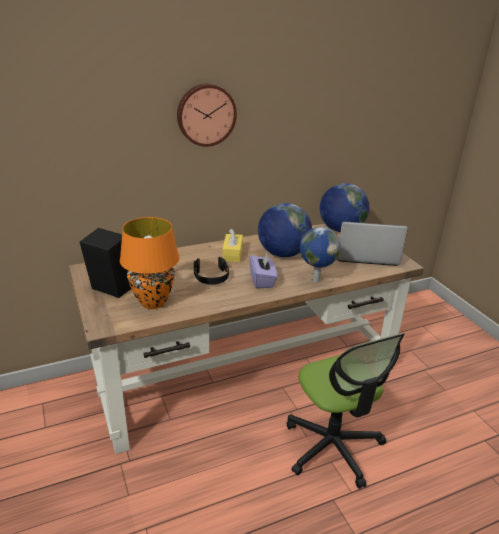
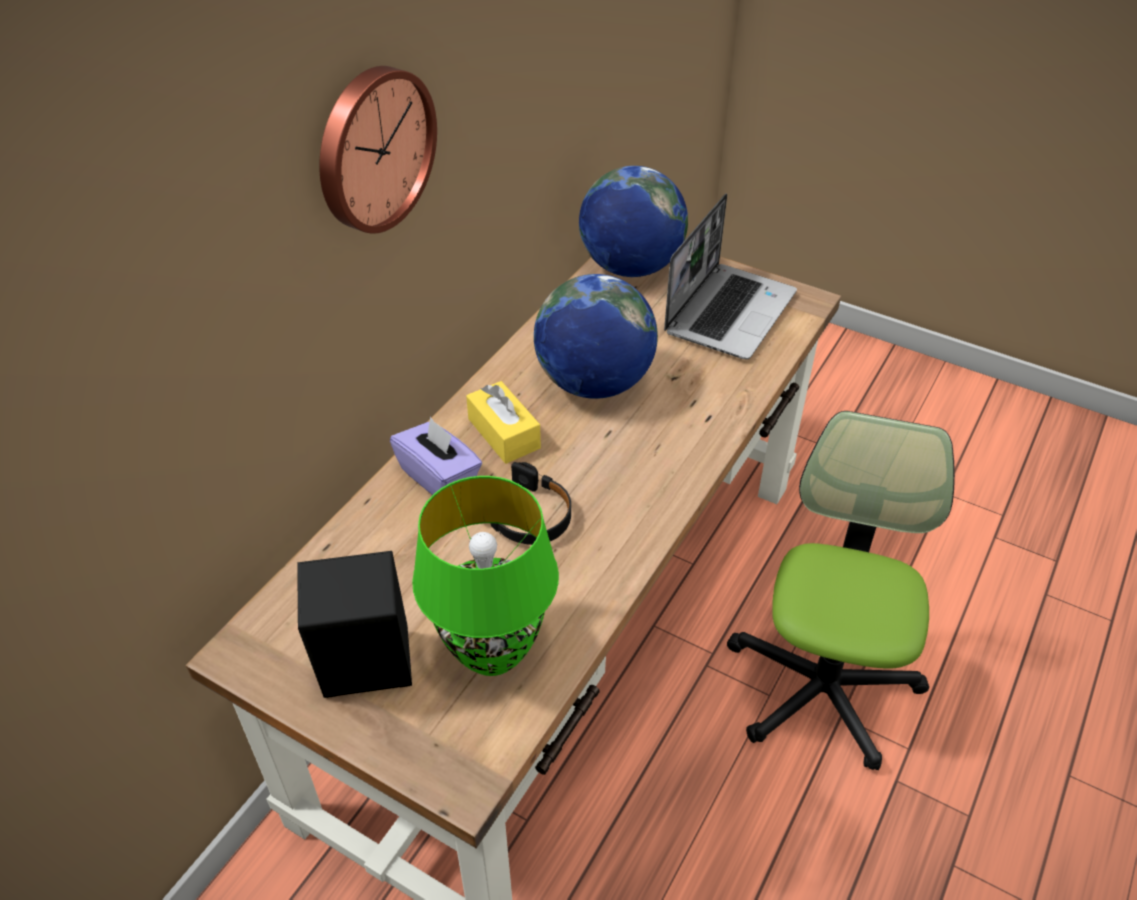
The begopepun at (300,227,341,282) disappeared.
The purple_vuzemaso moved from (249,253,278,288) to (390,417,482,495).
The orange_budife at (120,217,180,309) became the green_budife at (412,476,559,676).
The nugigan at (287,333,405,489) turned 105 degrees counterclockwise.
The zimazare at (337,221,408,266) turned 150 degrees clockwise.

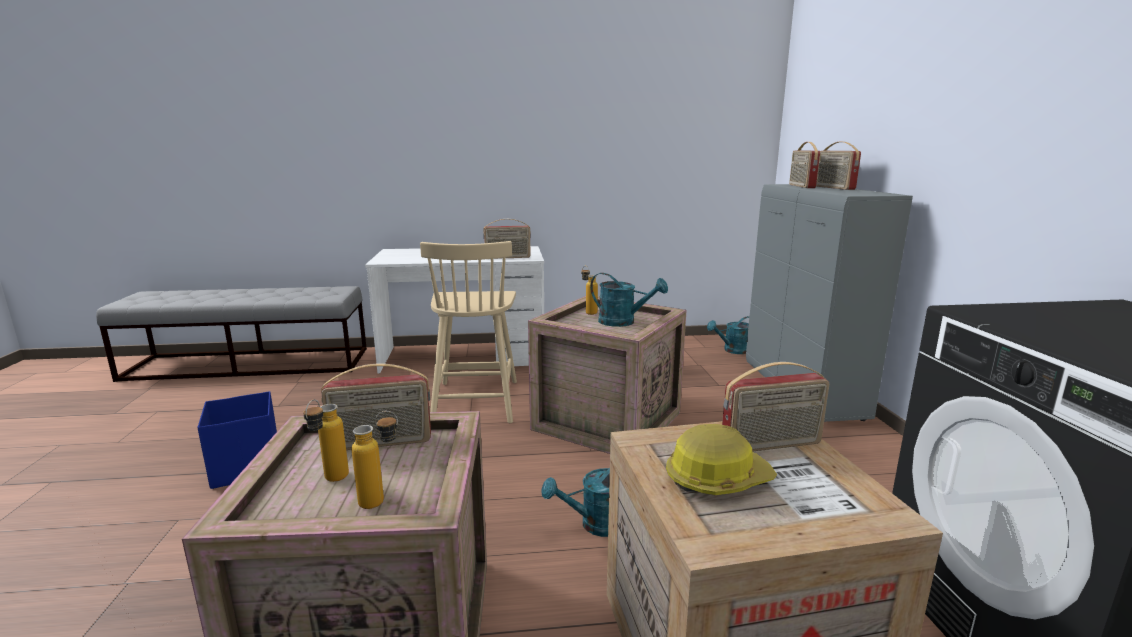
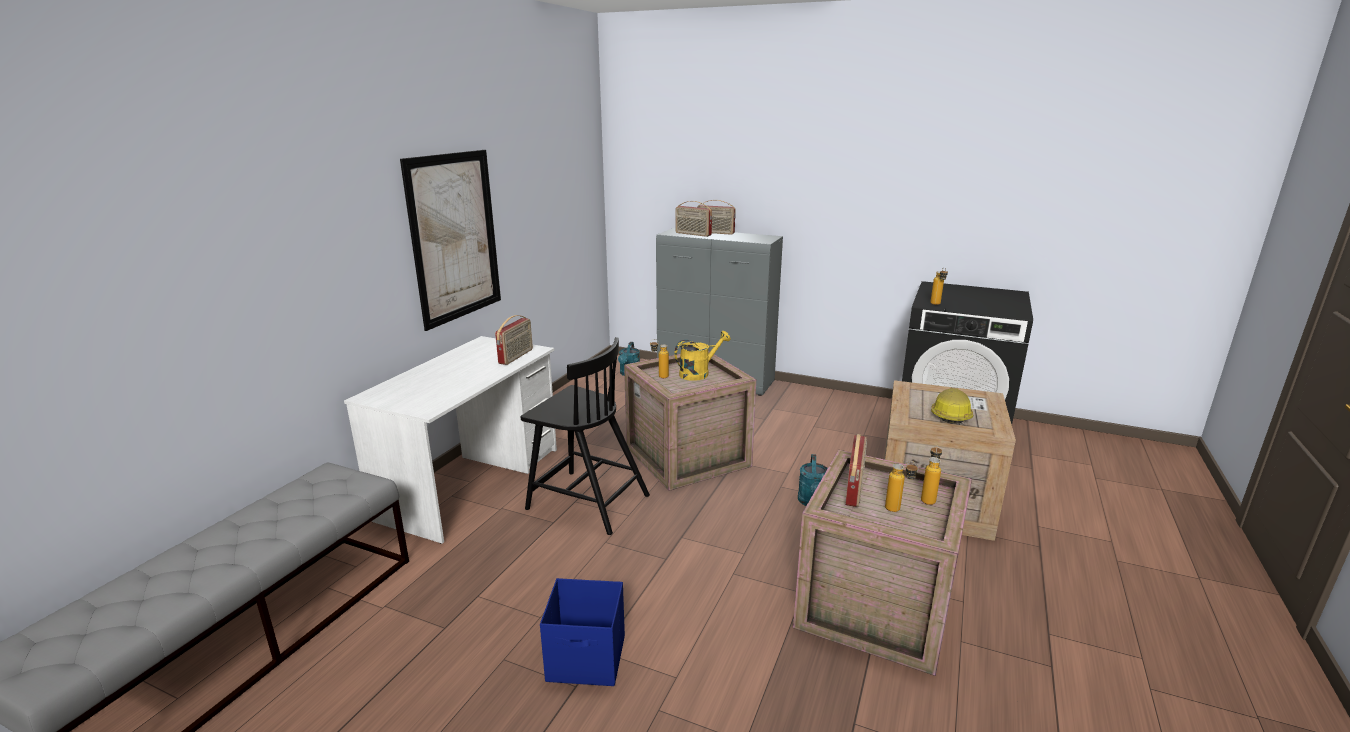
The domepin at (722,362,829,452) disappeared.
The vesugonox at (400,150,501,331) appeared.
The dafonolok at (930,267,948,305) appeared.
The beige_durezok at (420,241,517,423) became the black_durezok at (521,337,650,535).
The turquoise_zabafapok at (590,273,668,327) became the yellow_zabafapok at (674,331,731,381).

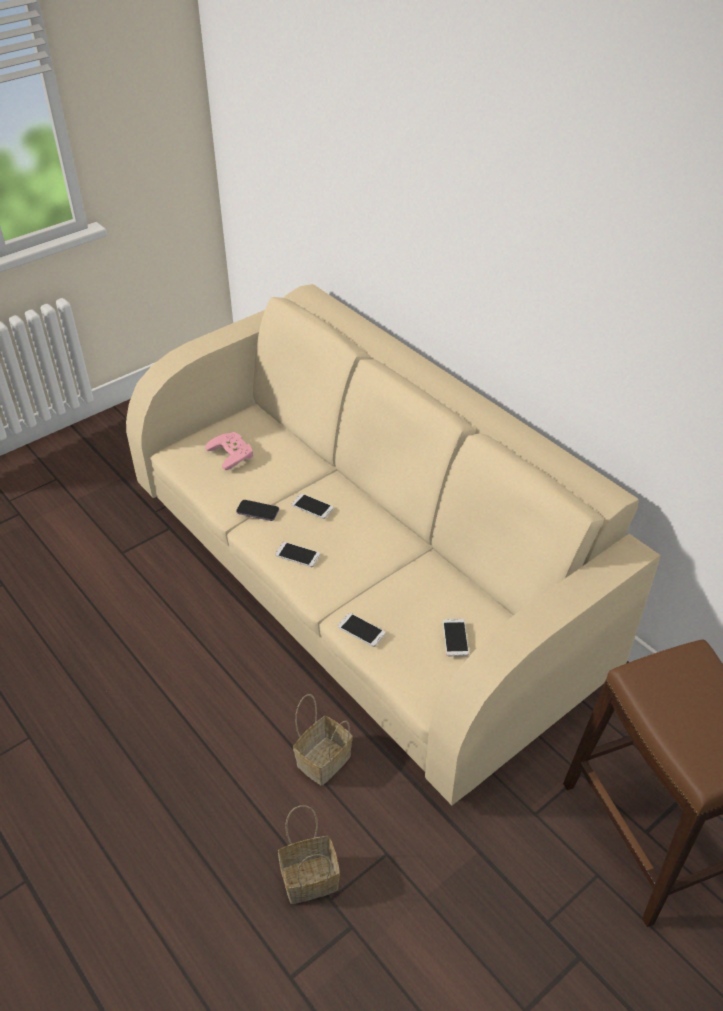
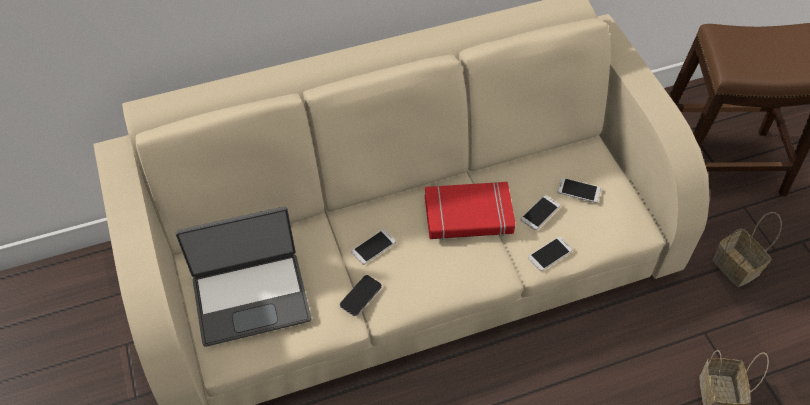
The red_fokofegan at (425,182,516,240) appeared.
The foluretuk moved from (275,542,321,567) to (520,195,560,230).
The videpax moved from (293,694,353,786) to (713,212,782,287).
The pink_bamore at (205,432,253,470) was replaced by the zimazare at (176,207,311,347).

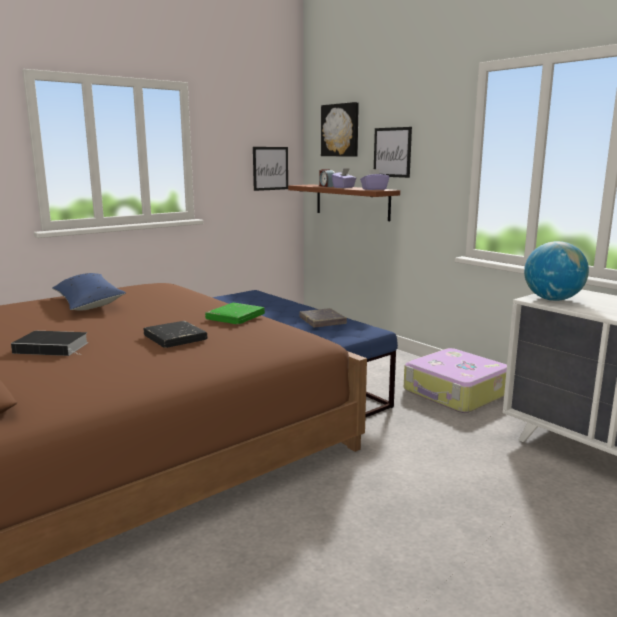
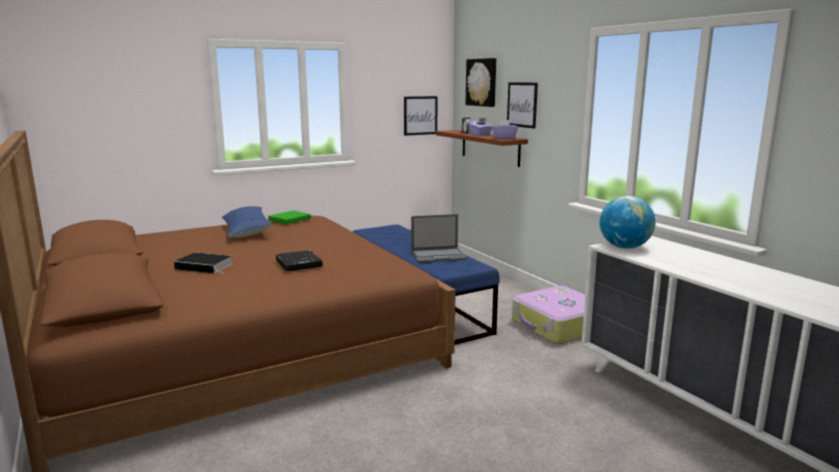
The green_fokofegan moved from (205,303,265,324) to (268,210,311,224).
The grey_fokofegan at (299,308,347,327) was replaced by the zimazare at (411,214,467,263).

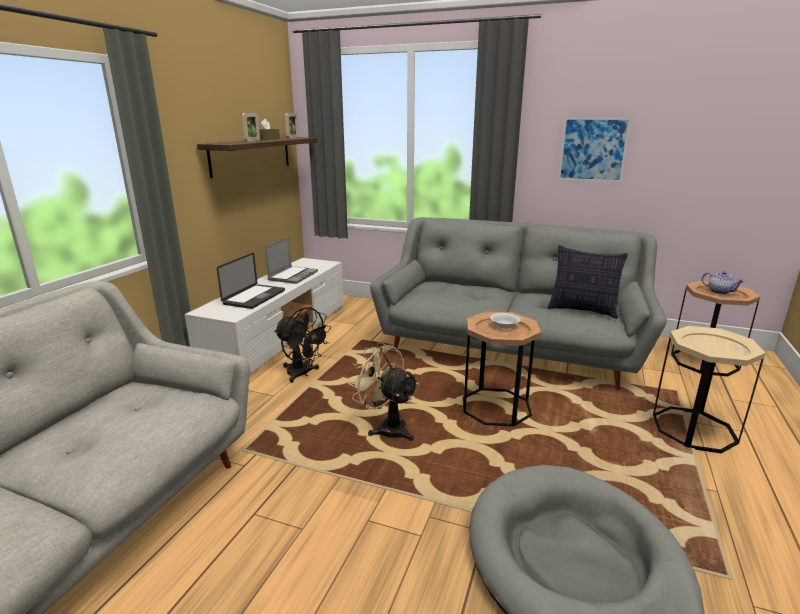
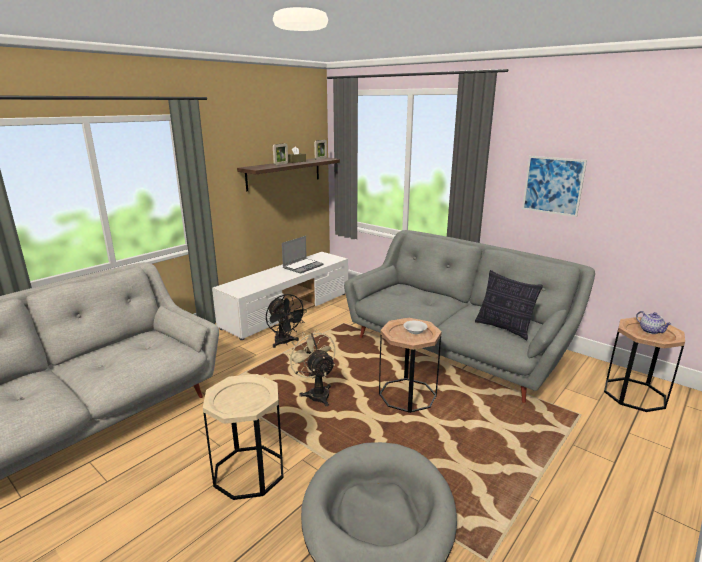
The zimazare at (217,253,285,309) disappeared.
The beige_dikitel moved from (653,326,765,453) to (203,374,284,500).

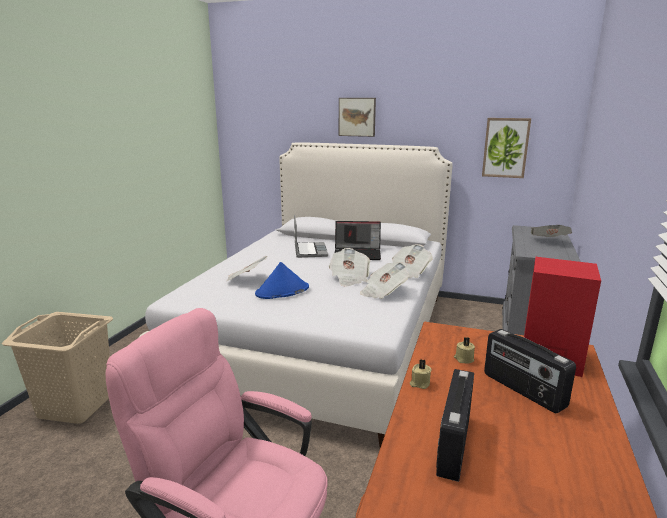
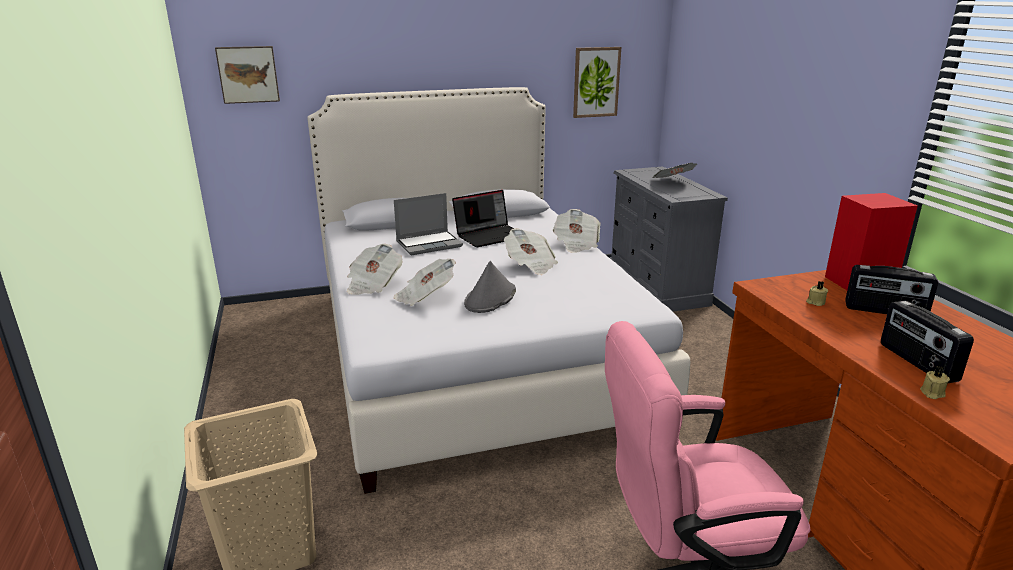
The vesugonox moved from (339,98,376,137) to (215,46,280,104).
The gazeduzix moved from (360,262,409,299) to (347,244,402,295).
The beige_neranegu moved from (409,359,432,389) to (920,366,950,399).
The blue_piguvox at (255,262,309,299) became the grey_piguvox at (464,261,516,313).
The zimazare at (294,215,328,258) turned 105 degrees clockwise.

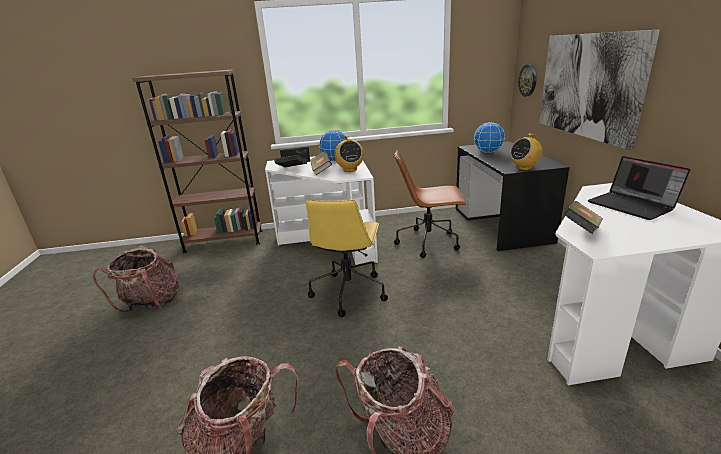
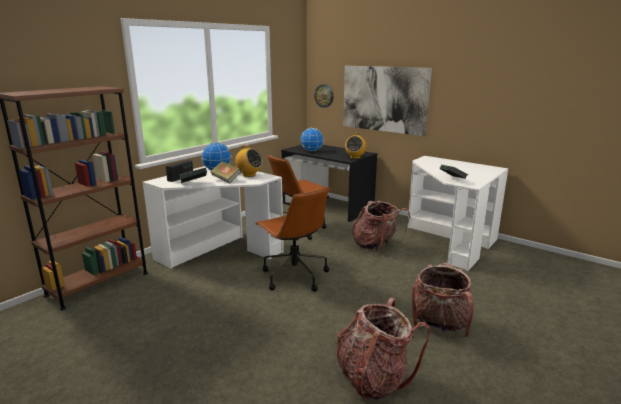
The zimazare at (588,156,690,220) disappeared.
The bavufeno moved from (93,246,180,312) to (353,201,410,252).
The yellow_nugigan at (306,200,388,317) became the brown_nugigan at (255,188,329,291).

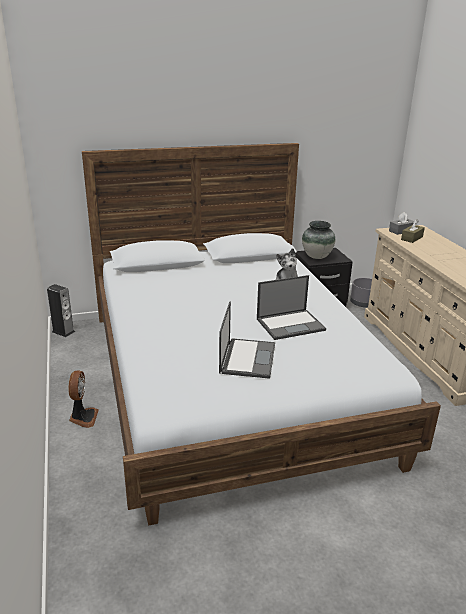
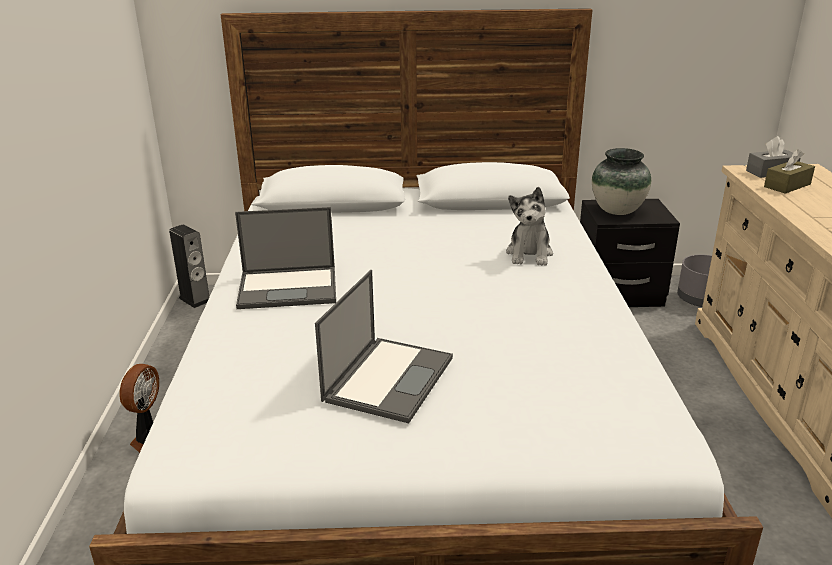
The zimazare moved from (257,275,326,340) to (235,207,336,309).

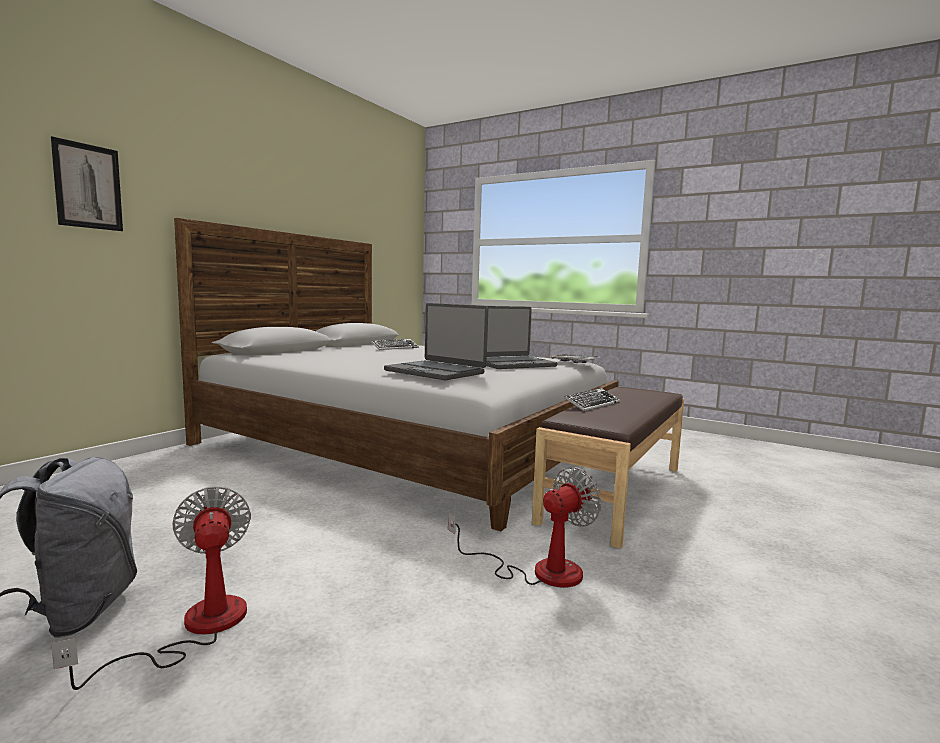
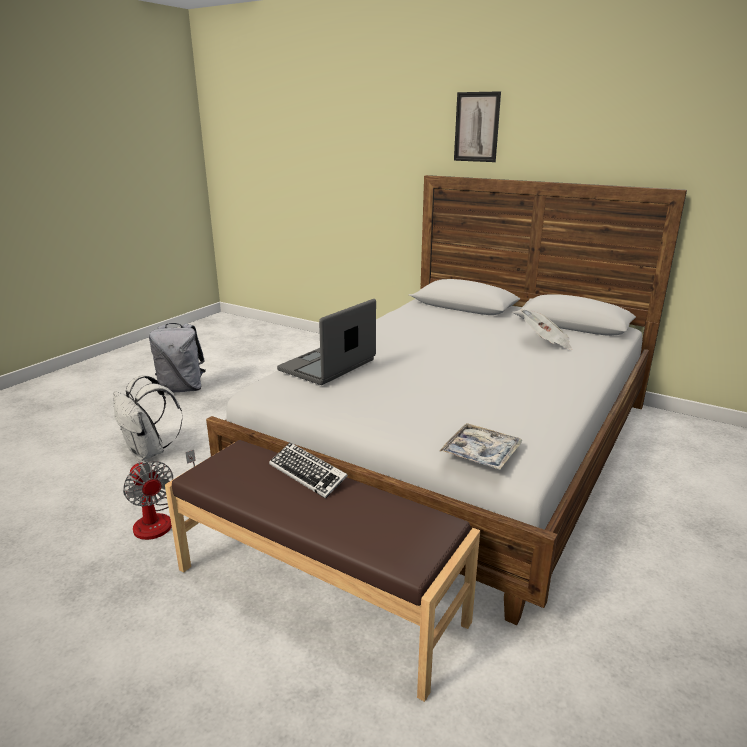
The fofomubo at (51,486,251,690) disappeared.
The zimazare at (486,306,557,369) disappeared.
The white_bavufeno at (113,375,183,461) appeared.
The vesugonox moved from (51,136,123,231) to (454,91,501,162).
The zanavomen at (371,339,419,350) was replaced by the gazeduzix at (521,309,572,350).

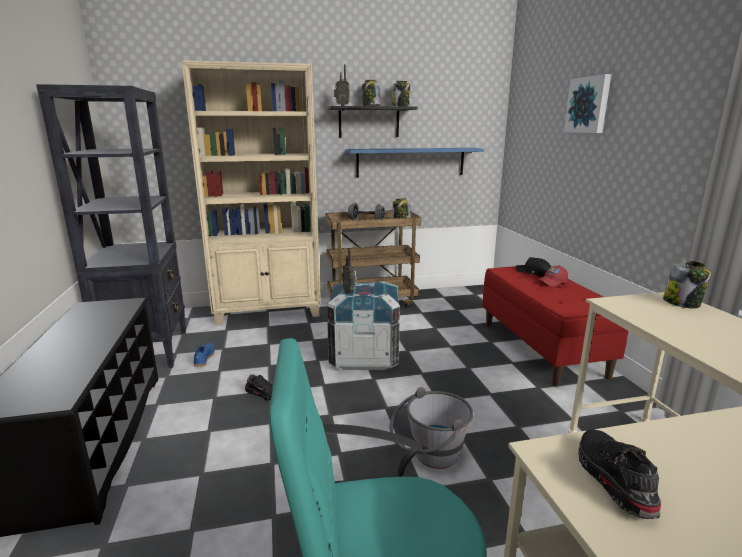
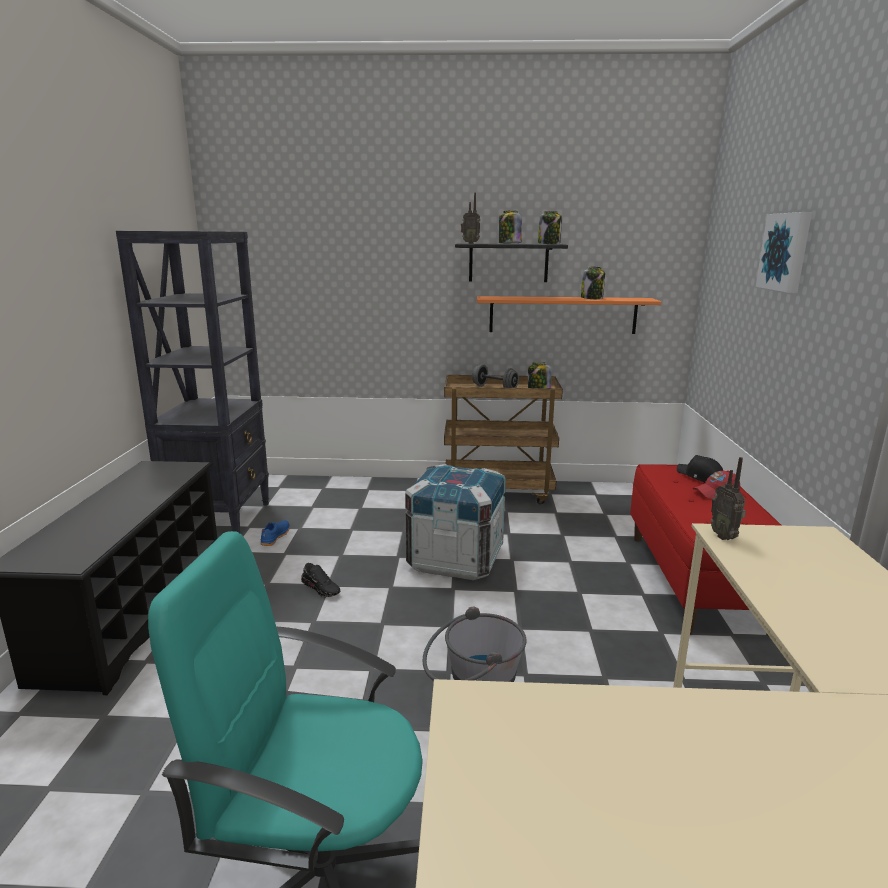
The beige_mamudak at (181,60,321,326) disappeared.
The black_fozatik at (578,429,661,519) disappeared.
The domepin moved from (342,248,357,294) to (711,457,746,540).
The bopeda moved from (663,260,711,308) to (581,266,605,299).
The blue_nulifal at (346,148,484,178) became the orange_nulifal at (477,296,662,334).

